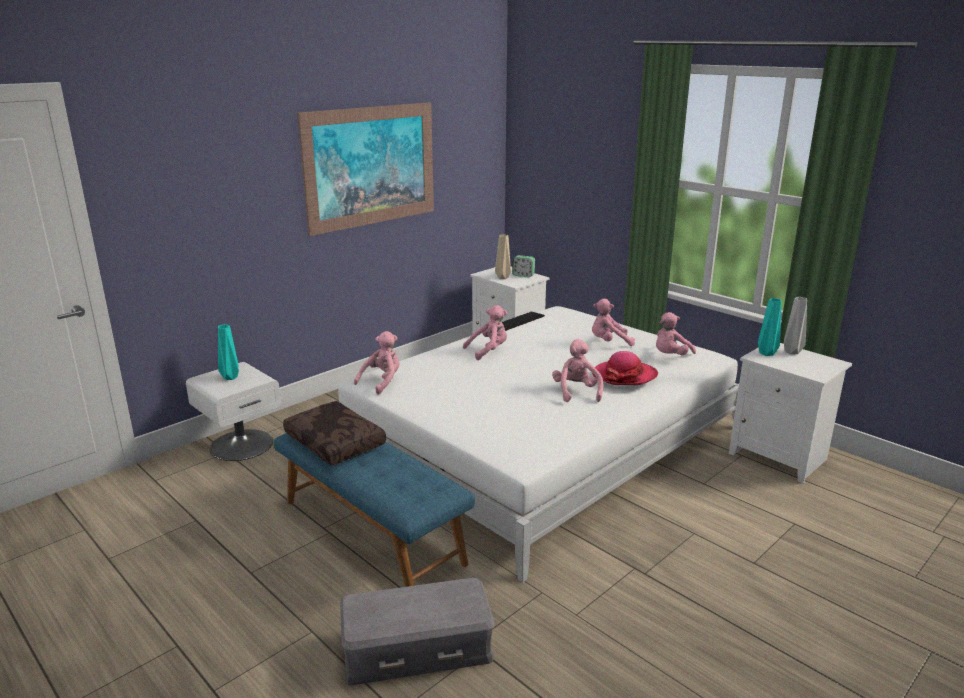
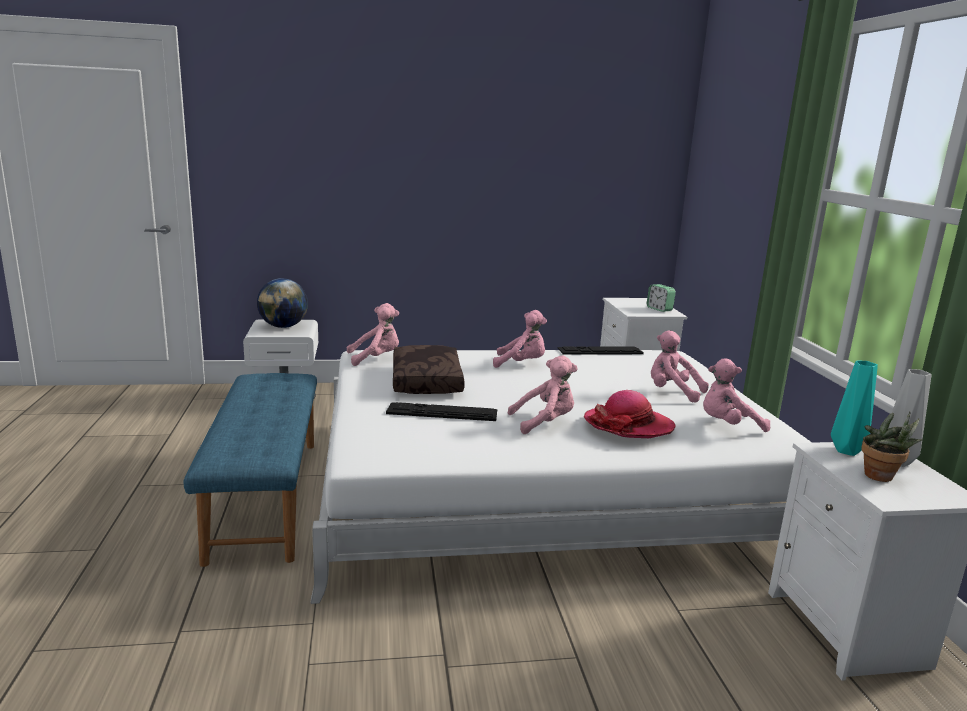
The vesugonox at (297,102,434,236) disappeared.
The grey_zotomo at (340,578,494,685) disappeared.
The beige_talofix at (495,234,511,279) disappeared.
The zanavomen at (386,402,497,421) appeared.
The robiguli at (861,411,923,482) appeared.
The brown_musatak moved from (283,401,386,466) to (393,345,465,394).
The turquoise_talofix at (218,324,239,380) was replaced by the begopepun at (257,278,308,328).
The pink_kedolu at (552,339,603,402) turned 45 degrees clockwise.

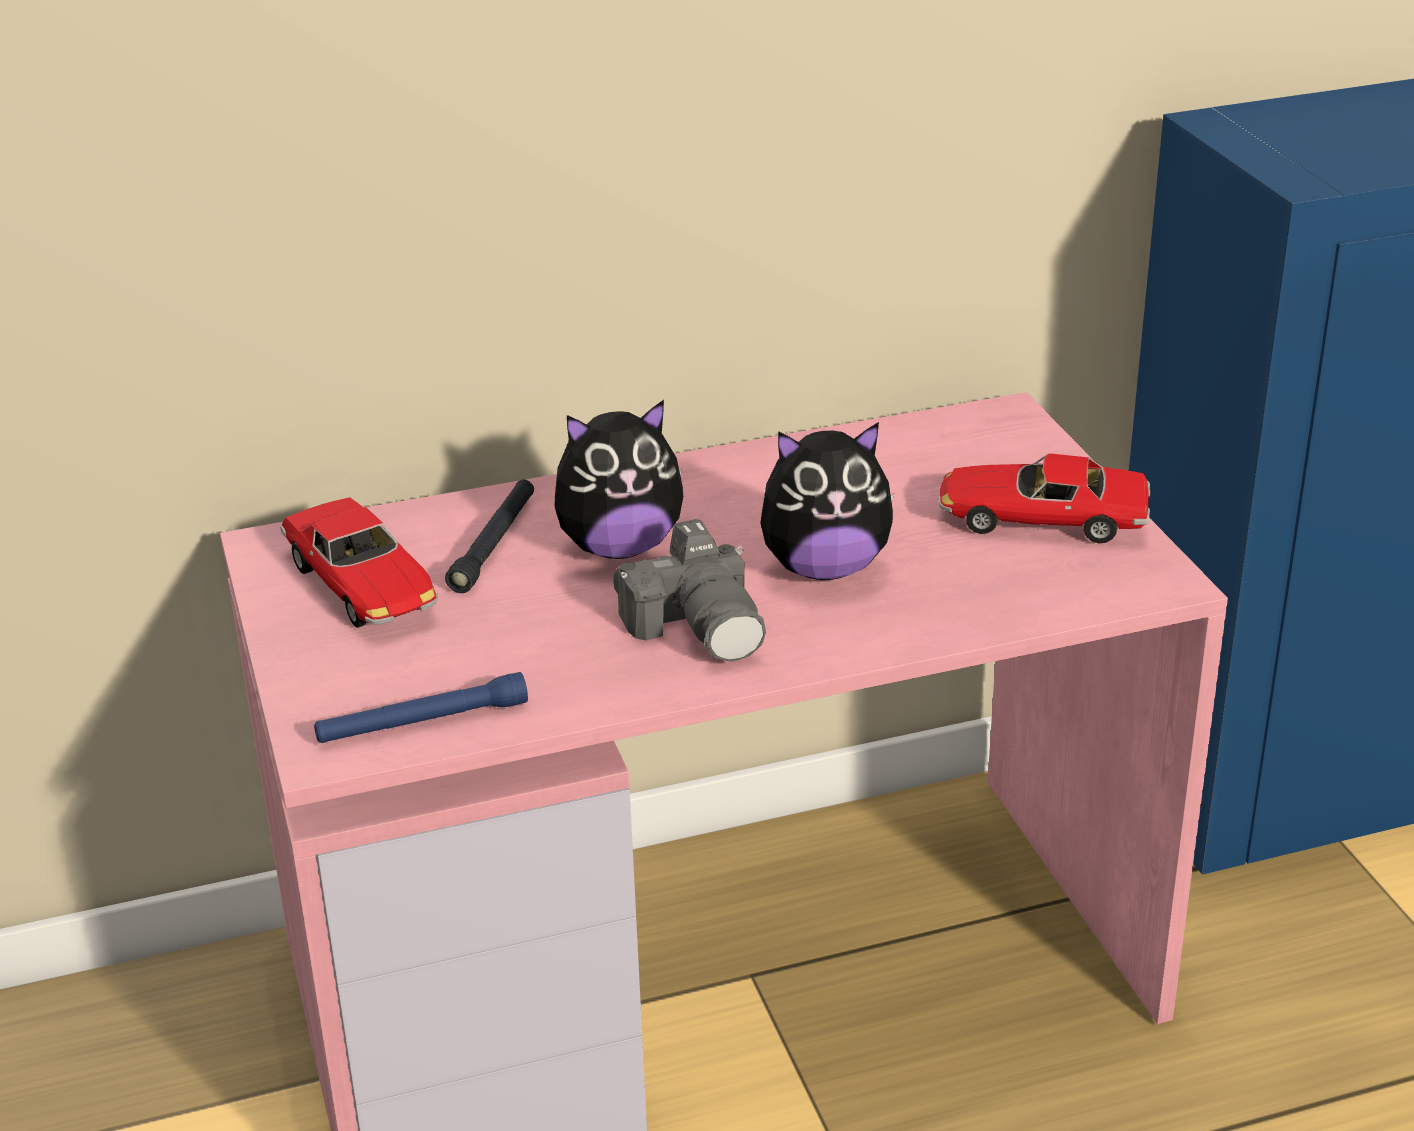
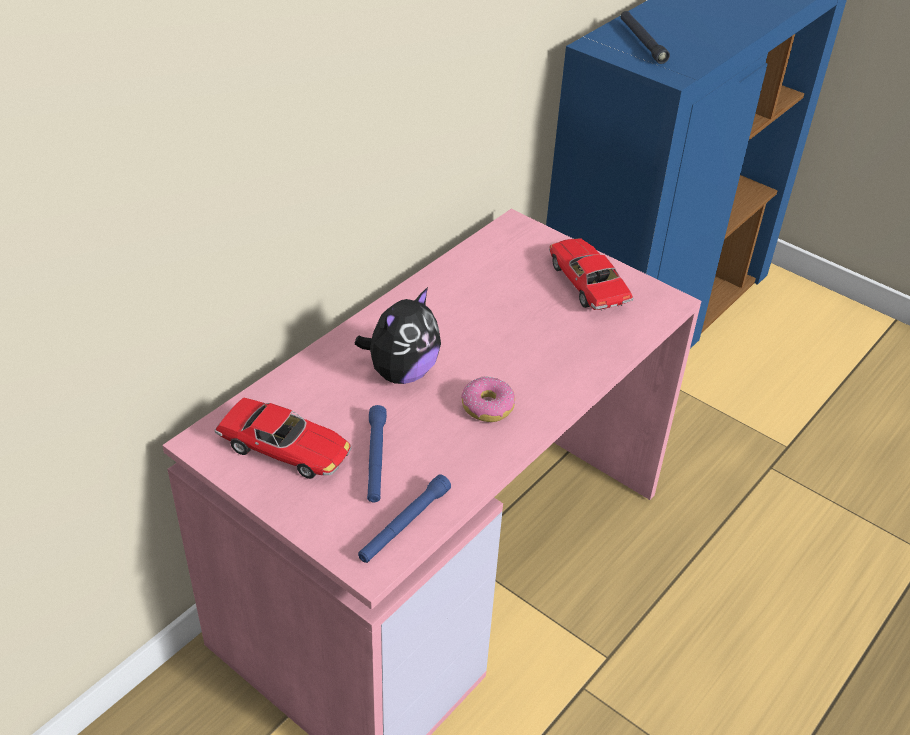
The kedolu at (760,422,894,580) disappeared.
The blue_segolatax at (367,405,387,503) appeared.
The black_segolatax moved from (445,479,534,593) to (621,11,670,64).
The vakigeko at (613,519,766,662) was replaced by the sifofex at (461,377,515,422).
The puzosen at (938,453,1151,543) turned 90 degrees clockwise.

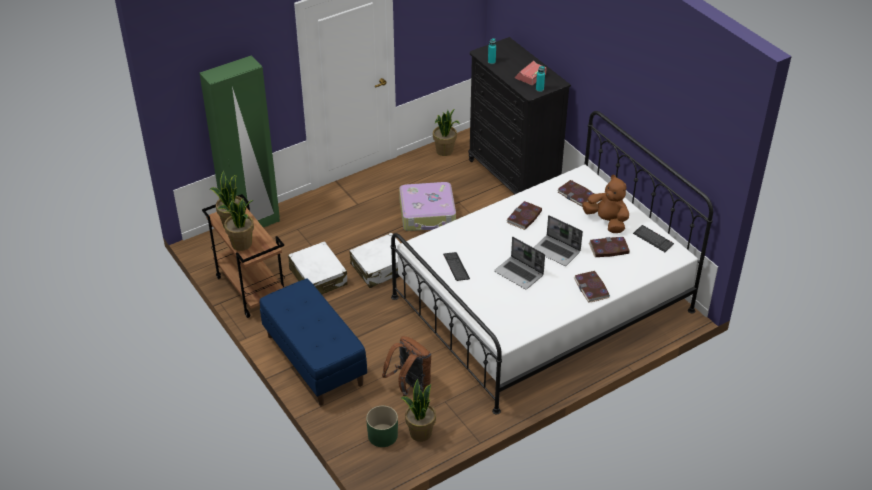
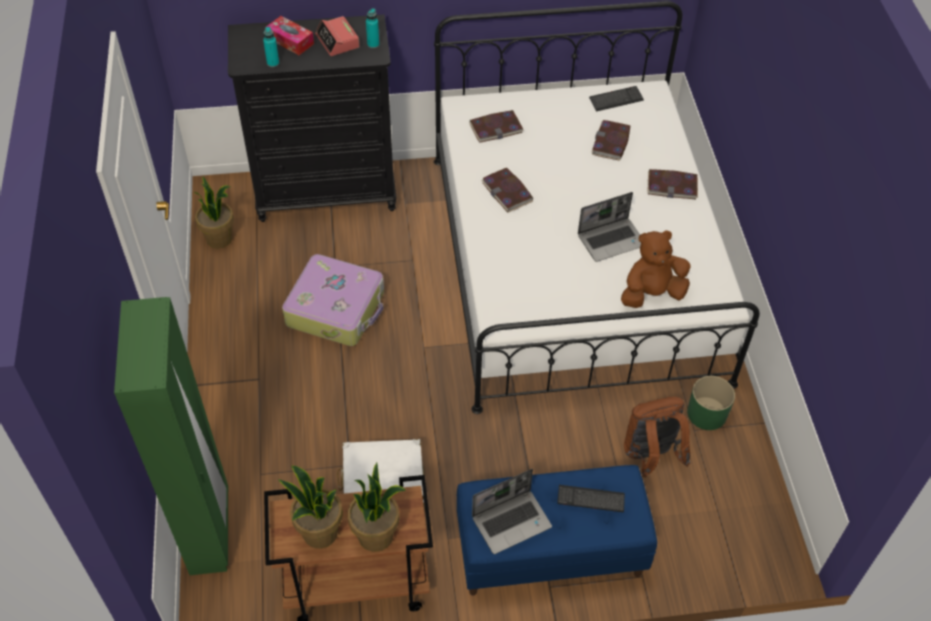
The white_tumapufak at (349,233,401,288) disappeared.
The robiguli at (401,379,436,442) disappeared.
The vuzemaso at (266,16,314,55) appeared.
The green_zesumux moved from (366,406,398,447) to (687,376,735,430).
The zanavomen moved from (443,252,470,281) to (557,485,625,512).
The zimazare moved from (534,215,583,266) to (472,469,552,554).
The brown_kedolu moved from (582,175,629,233) to (621,230,691,308).

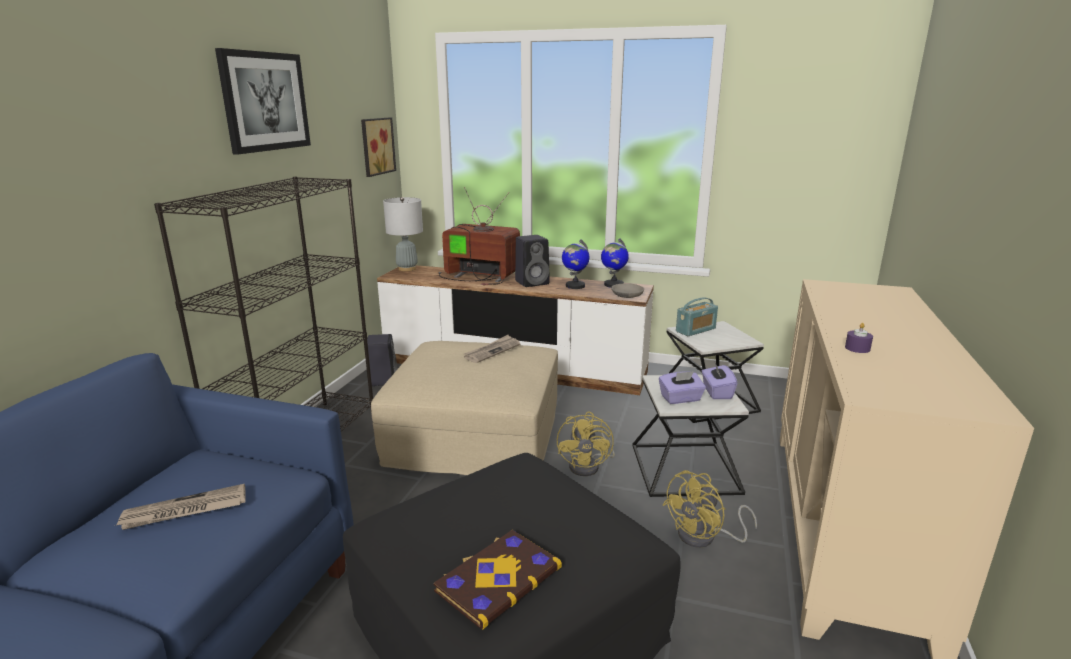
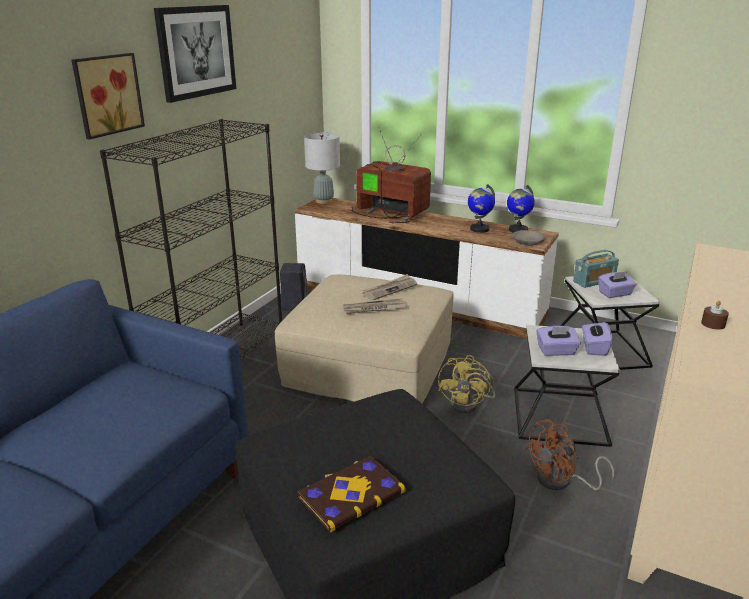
The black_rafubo at (515,235,550,287) disappeared.
The purple_vuzemaso at (598,271,637,298) appeared.
The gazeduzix moved from (116,484,246,530) to (343,298,406,314).
The vesugonox moved from (361,117,396,177) to (72,53,145,139).
The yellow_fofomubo at (662,470,757,548) became the brown_fofomubo at (524,419,614,490).
The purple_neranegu at (845,323,873,353) became the brown_neranegu at (701,301,729,329).

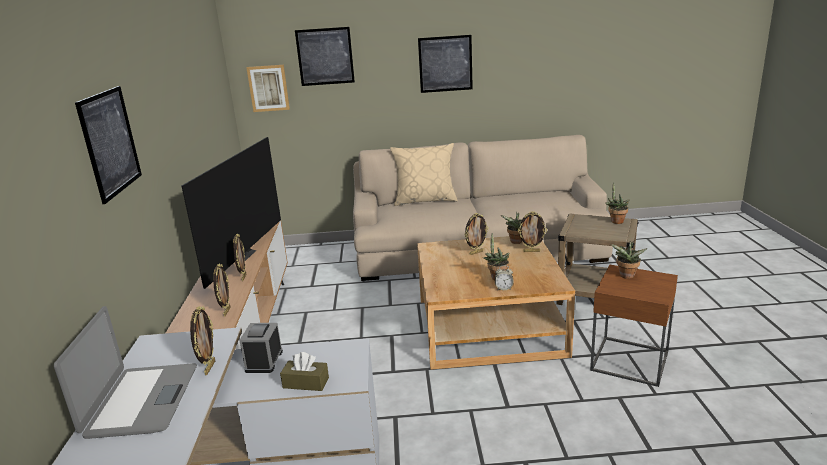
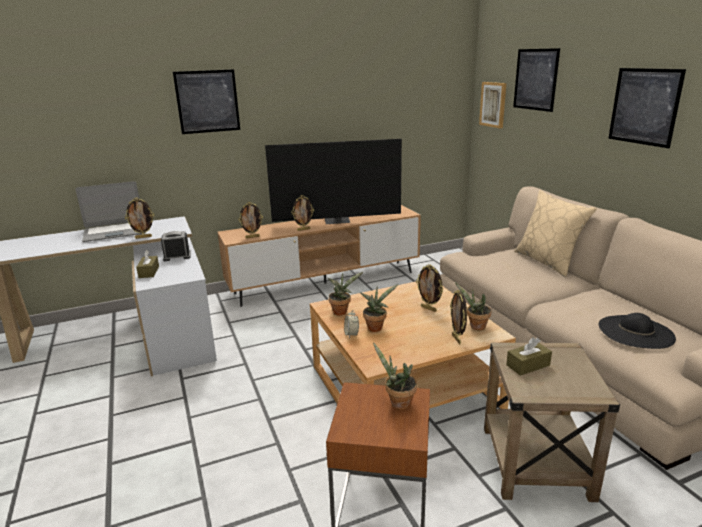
The brown_vuzemaso at (506,337,552,376) appeared.
The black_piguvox at (598,313,676,349) appeared.
The robiguli moved from (605,183,629,224) to (328,272,363,316).

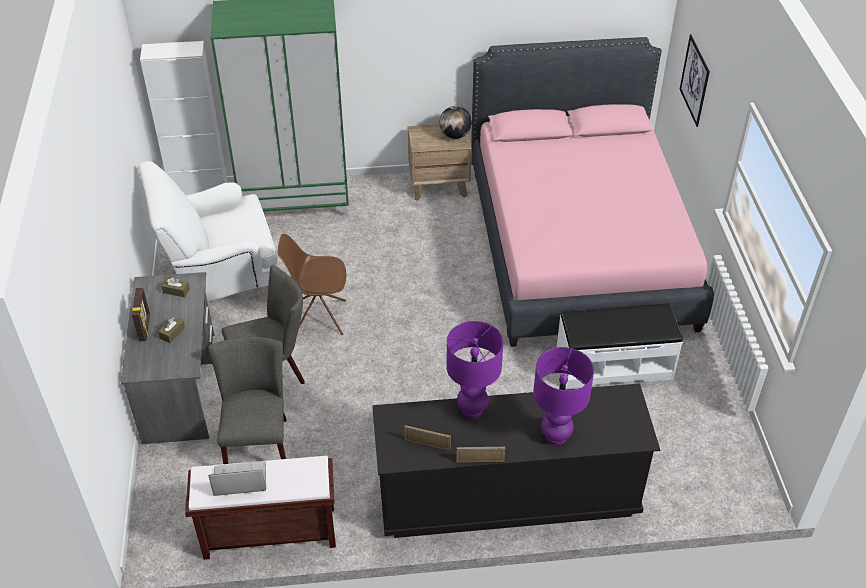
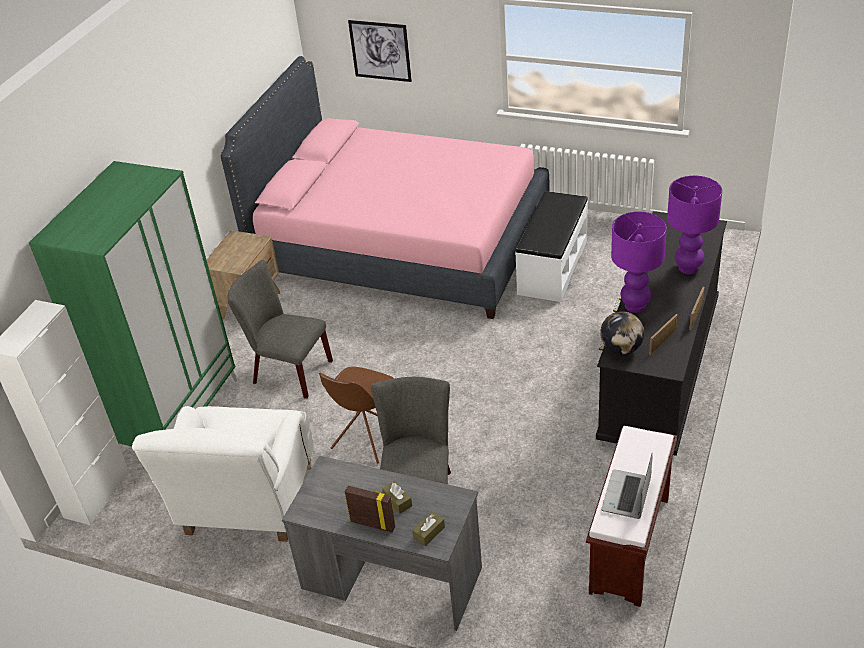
The brown_vuzemaso moved from (162,277,190,297) to (412,512,445,546).
The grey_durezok moved from (208,336,287,464) to (227,260,333,399).
The begopepun moved from (440,106,472,139) to (600,311,644,355).

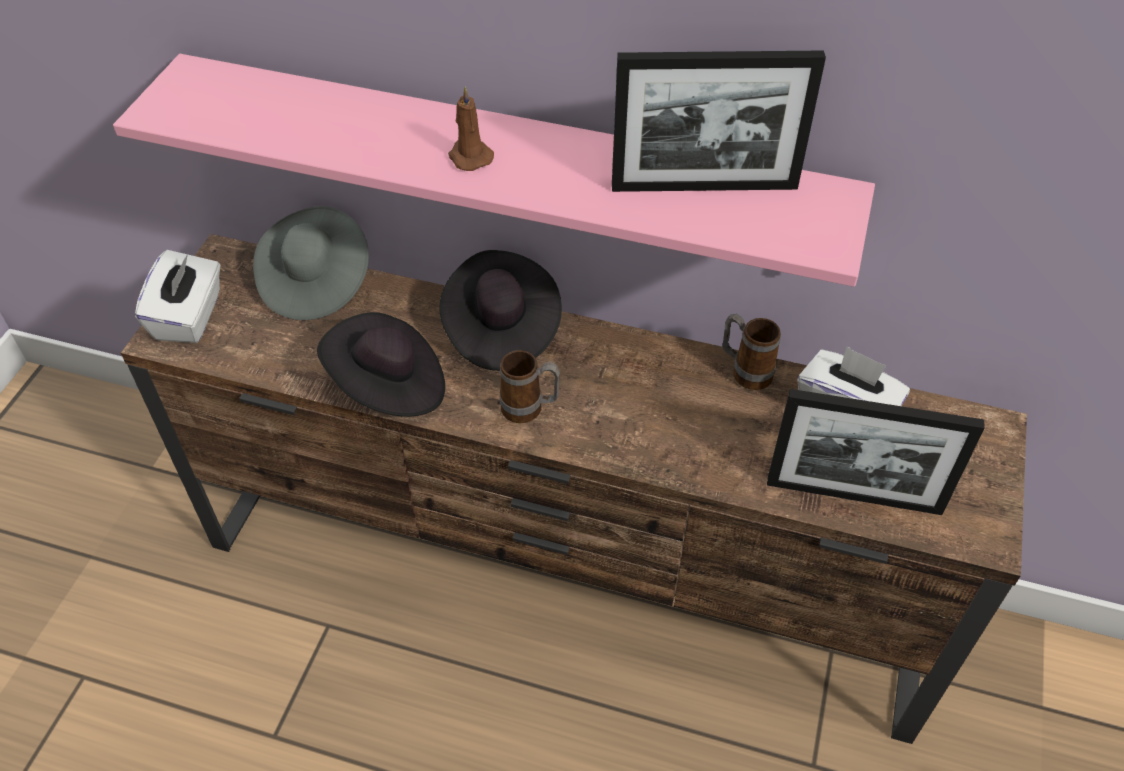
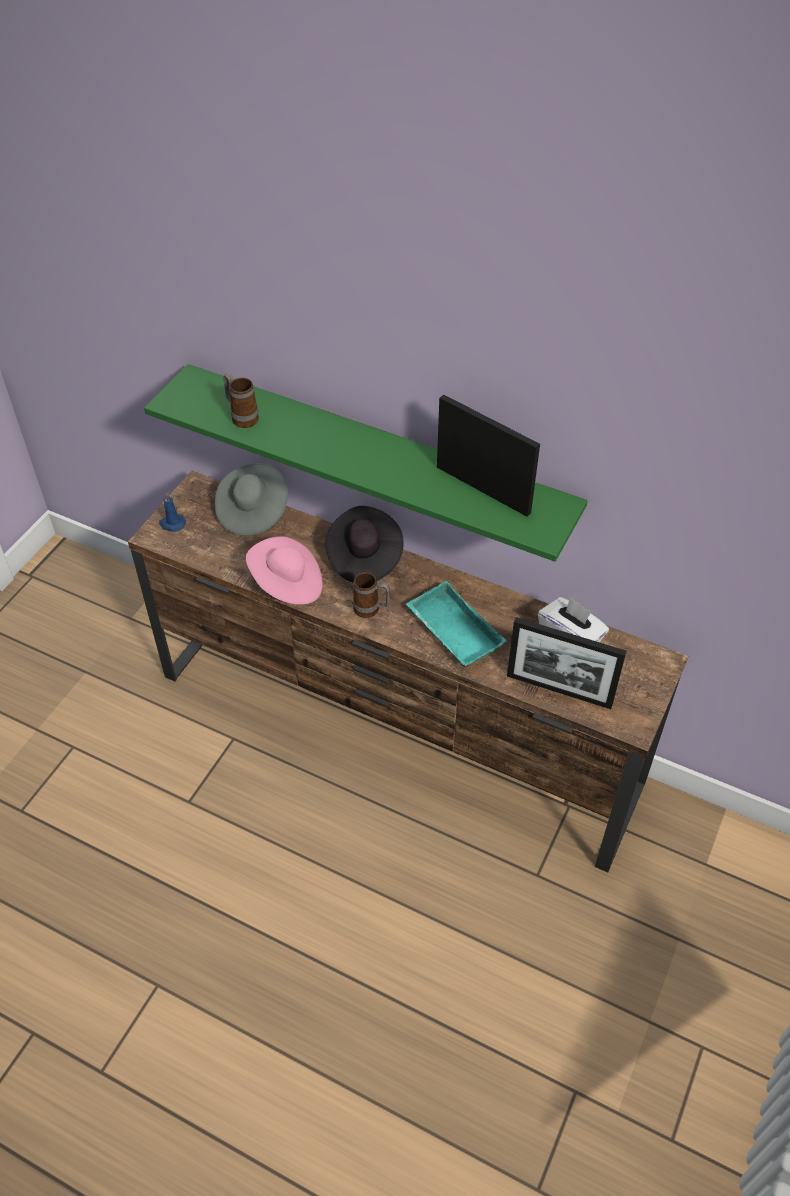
The brown_neranegu at (448,87,494,171) disappeared.
The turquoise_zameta at (406,581,507,668) appeared.
The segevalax moved from (723,314,781,390) to (223,374,259,428).
The white_vuzemaso at (135,250,220,343) was replaced by the blue_neranegu at (159,493,186,532).
The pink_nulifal at (113,54,875,287) became the green_nulifal at (144,364,588,562).
The black_piguvox at (317,312,445,417) became the pink_piguvox at (246,537,322,605).
The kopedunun at (612,50,826,192) turned 150 degrees counterclockwise.

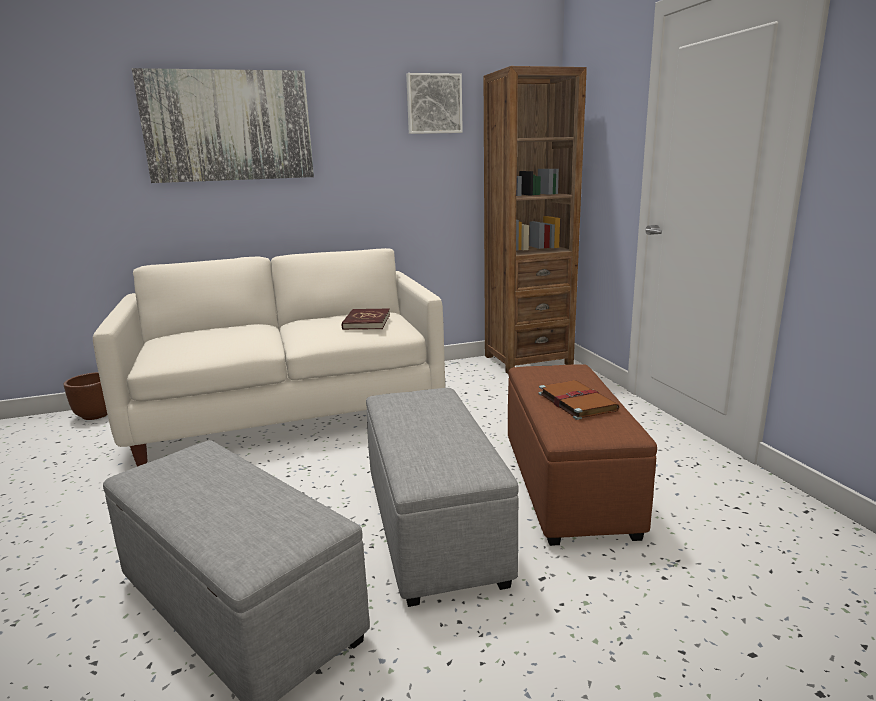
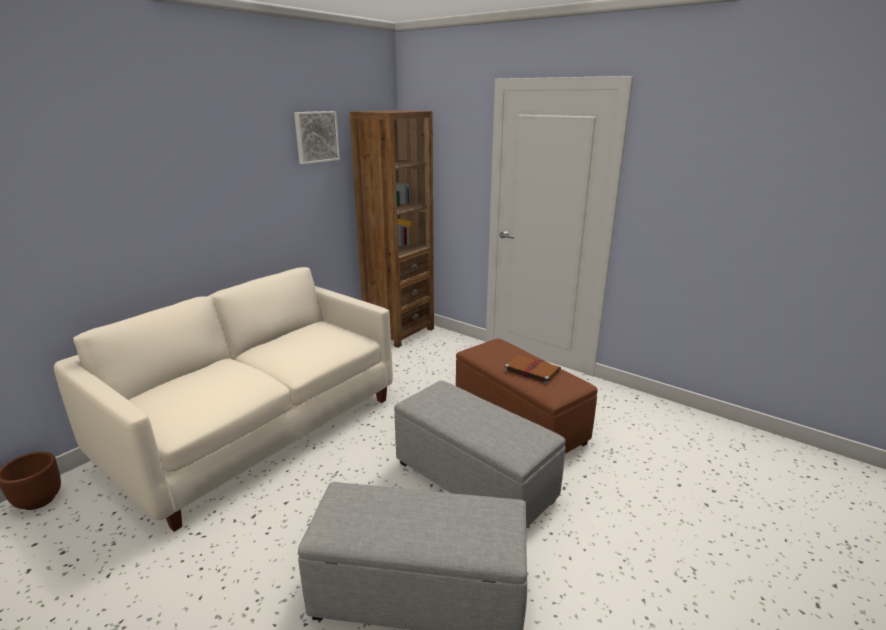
The vesugonox at (132,68,314,183) disappeared.
The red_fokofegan at (342,308,390,330) disappeared.

